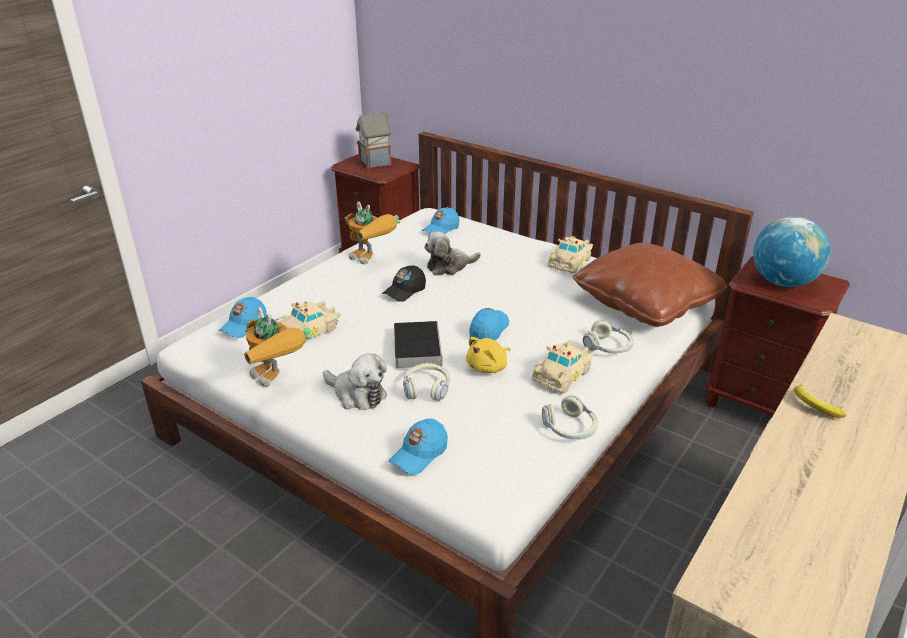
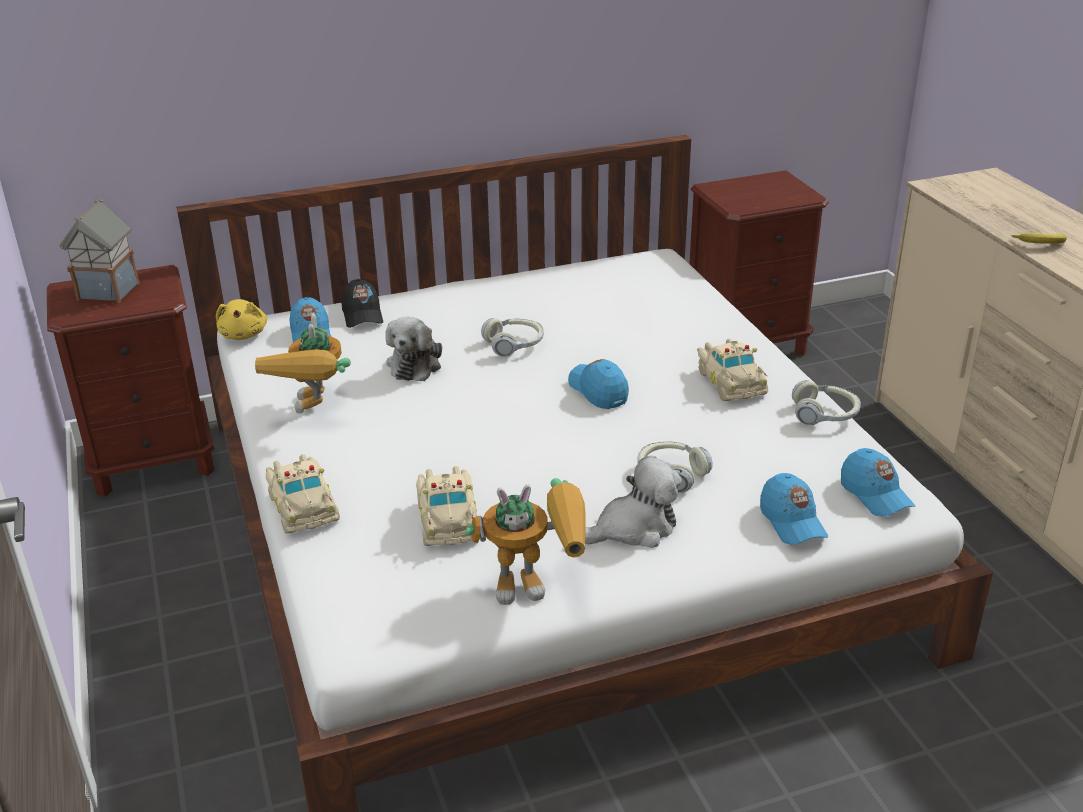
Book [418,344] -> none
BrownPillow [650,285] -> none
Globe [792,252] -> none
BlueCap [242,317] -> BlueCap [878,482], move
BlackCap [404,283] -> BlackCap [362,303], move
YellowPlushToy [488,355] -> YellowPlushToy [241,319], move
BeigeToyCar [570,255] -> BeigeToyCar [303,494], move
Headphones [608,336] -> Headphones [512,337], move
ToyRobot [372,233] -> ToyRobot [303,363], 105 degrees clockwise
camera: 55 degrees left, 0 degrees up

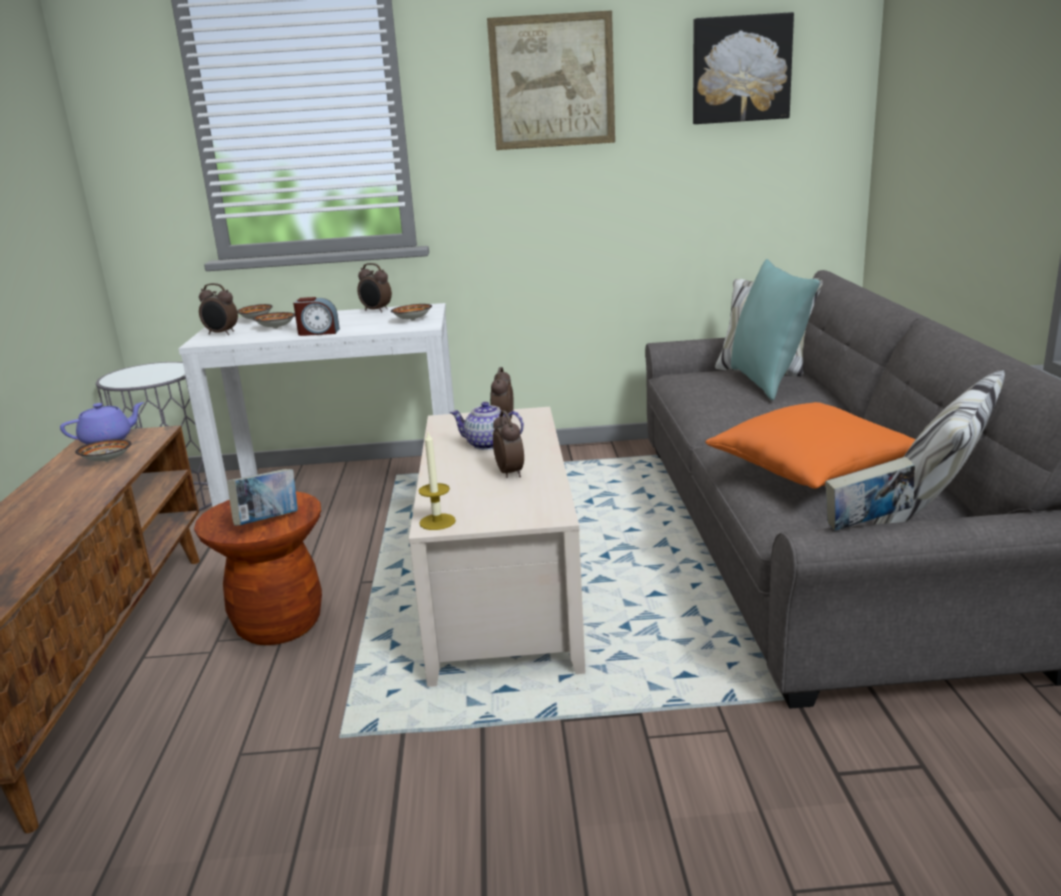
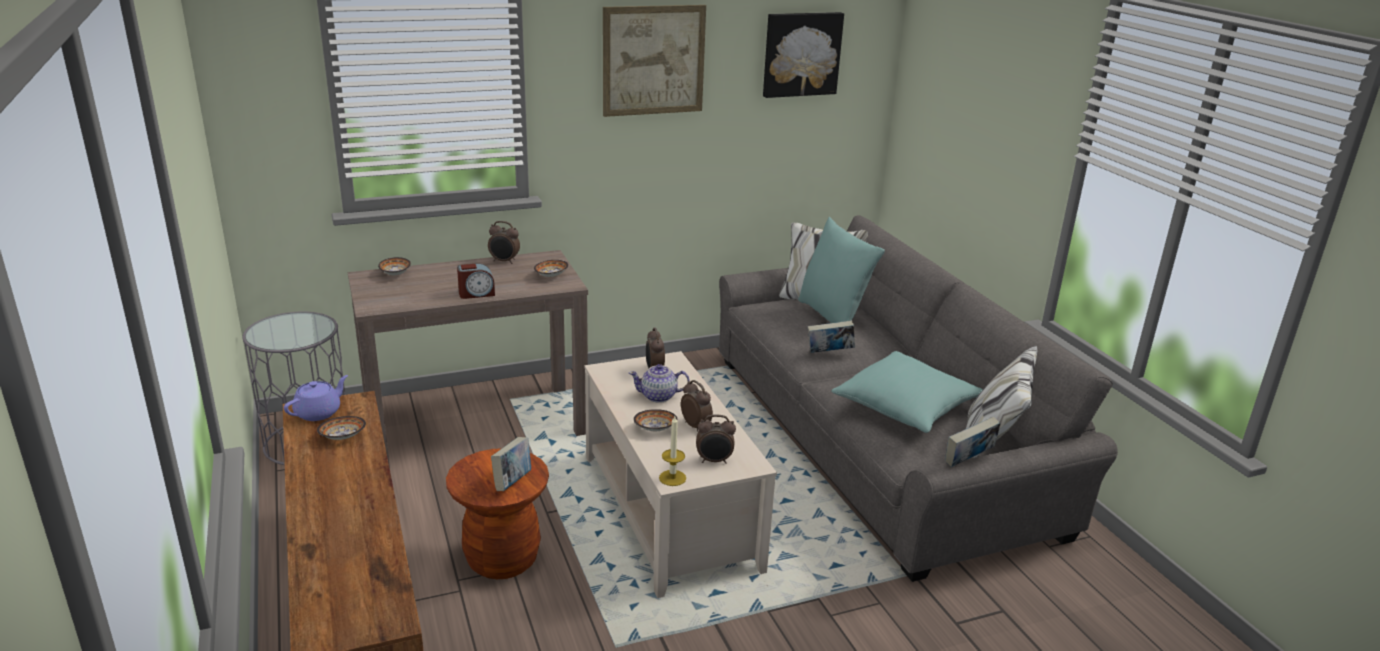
none -> Book [831,336]
AlarmClock [218,309] -> AlarmClock [716,439], move
Bowl [273,320] -> Bowl [655,420], move
WhiteConsoleTable [316,405] -> BrownConsoleTable [468,359]
OrangePillow [810,445] -> TurquoisePillow [907,392]
camera: 20 degrees left, 5 degrees up

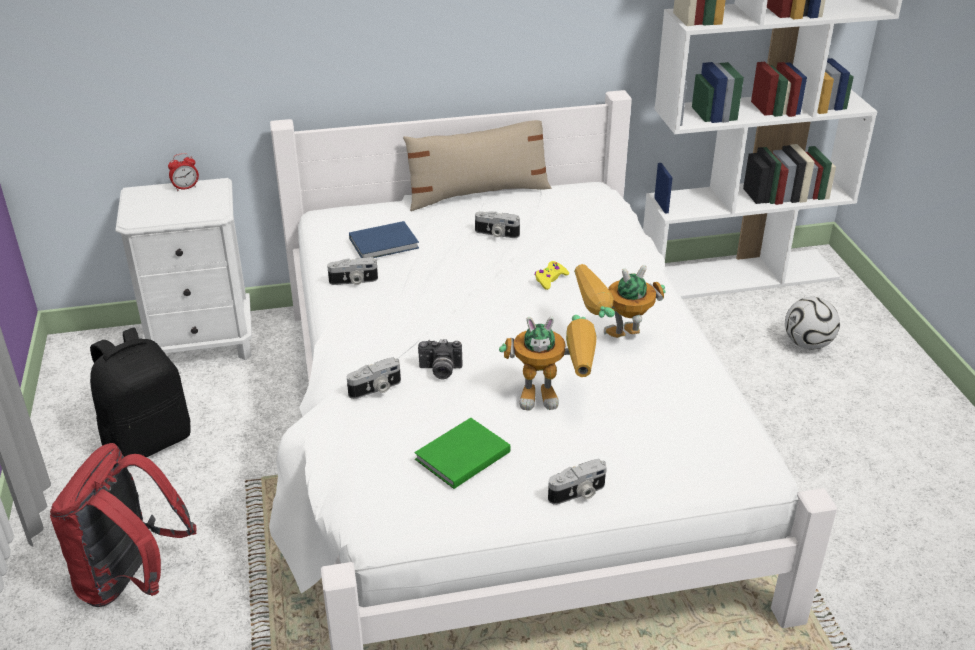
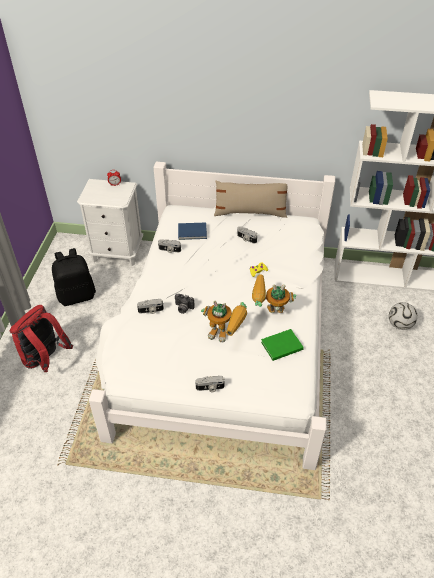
GreenBook [462,453] -> GreenBook [282,345], move
camera: 20 degrees right, 10 degrees up

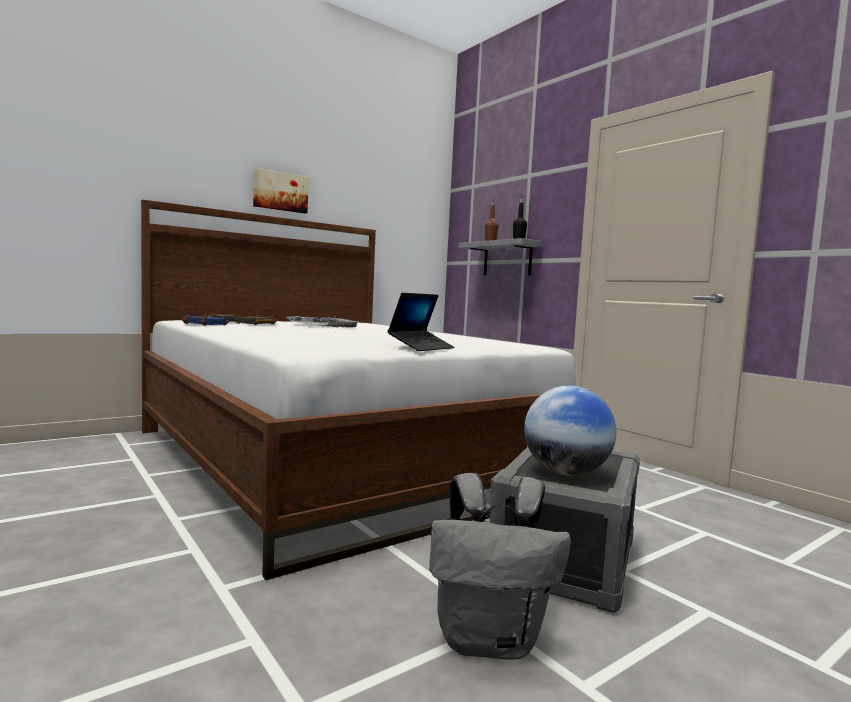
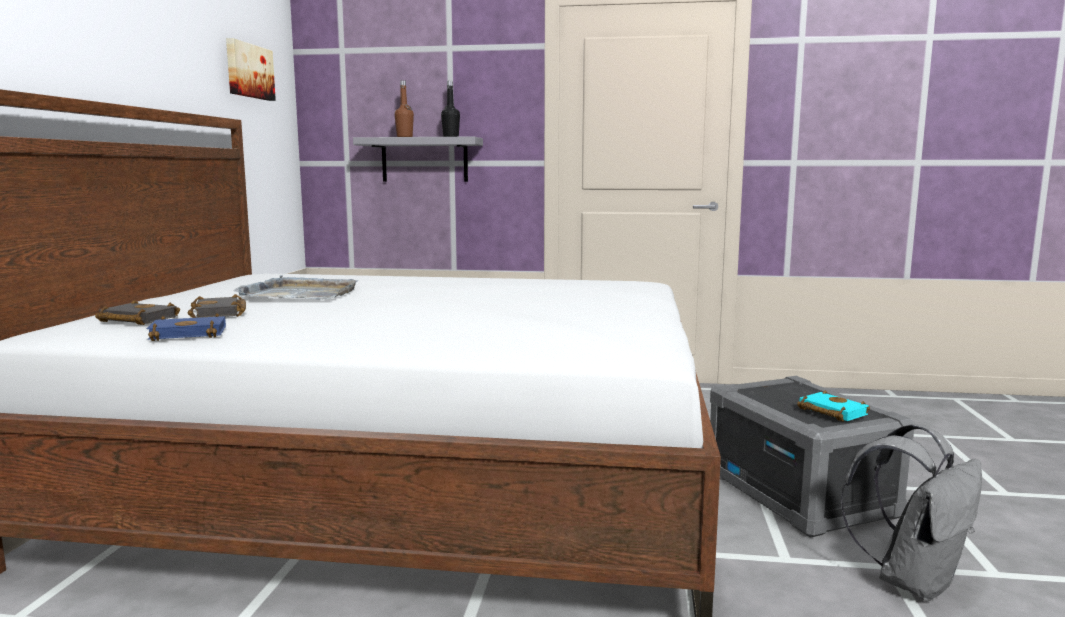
Laptop [421,322] -> none
Picture [280,191] -> Picture [251,69], move
Globe [570,431] -> TurquoiseBook [833,406]
camera: 45 degrees left, 5 degrees up

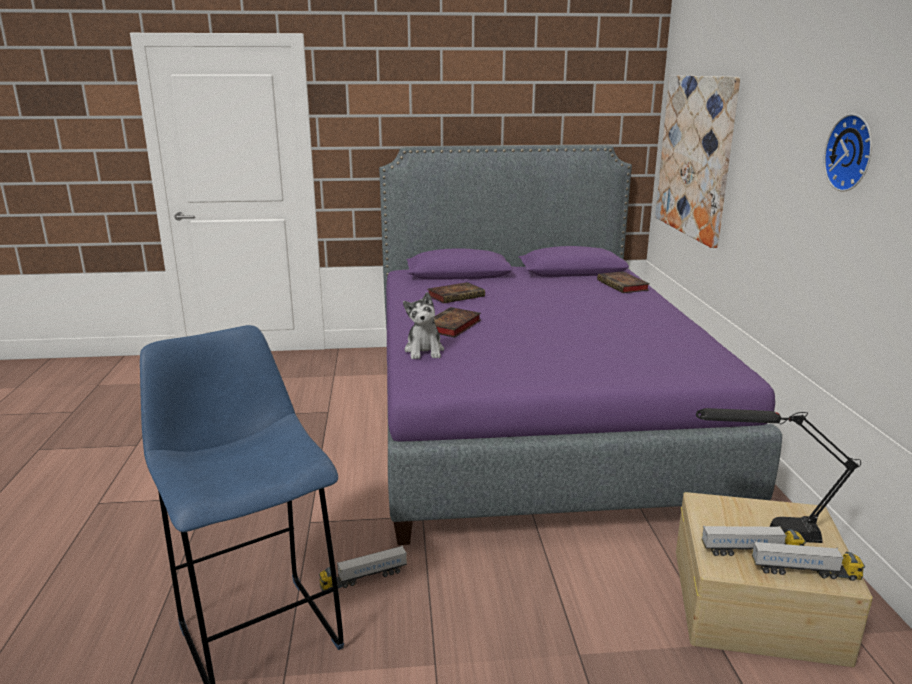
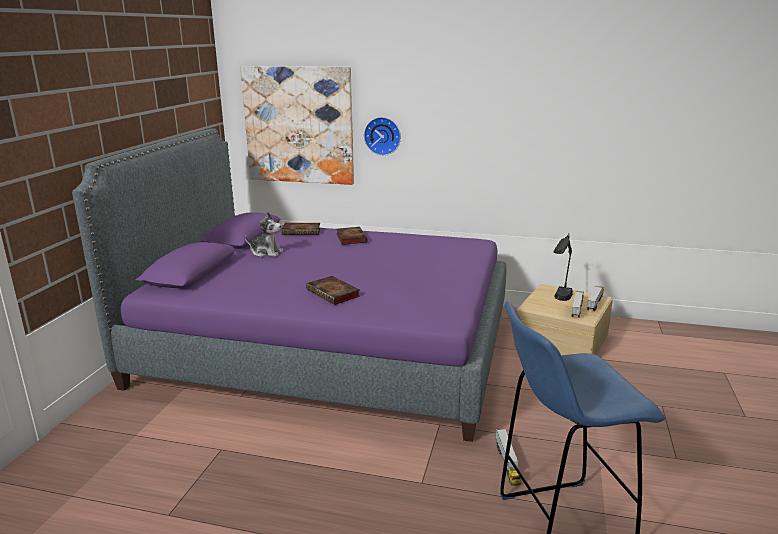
PlushToy [423,325] -> PlushToy [264,234], move
Book [456,292] -> Book [352,236], move
WallClock [848,153] -> WallClock [382,136], move
camera: 70 degrees left, 0 degrees up

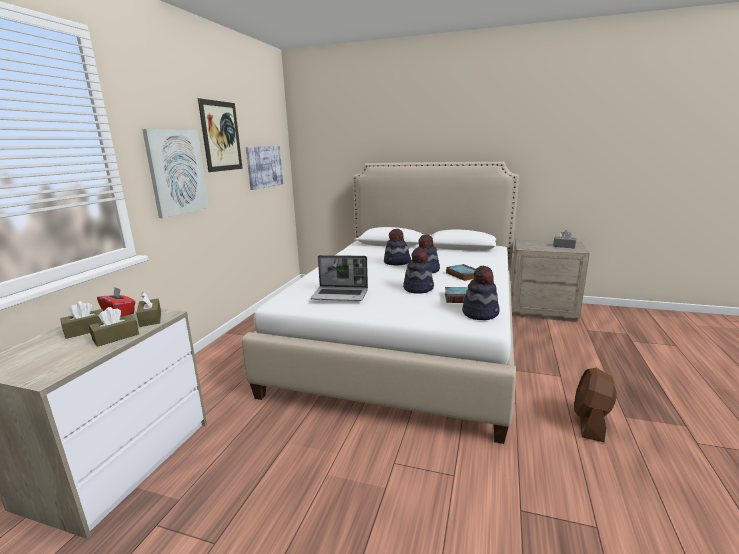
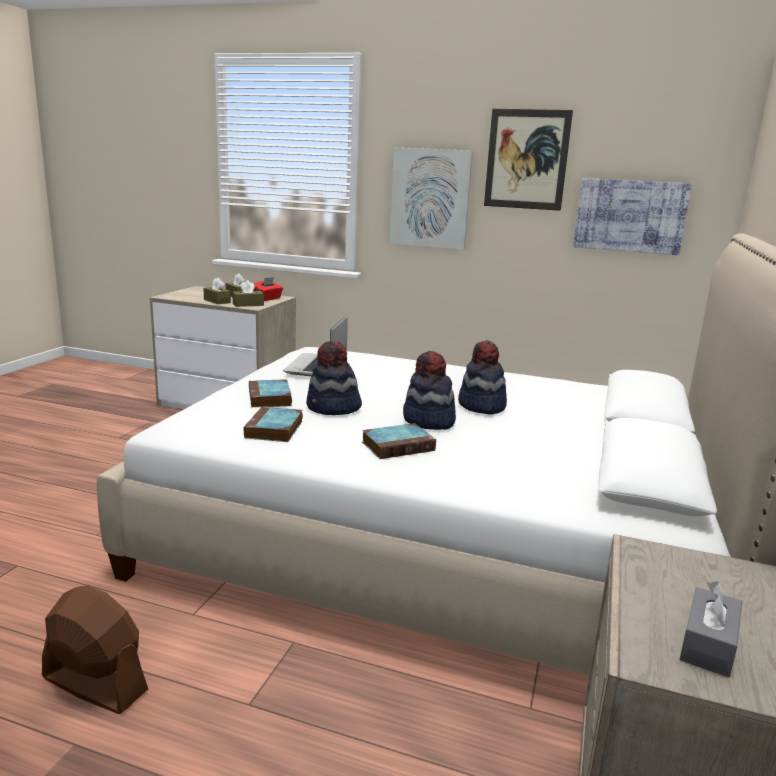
Hat [481,293] -> none
none -> Book [270,393]
camera: 90 degrees right, 0 degrees up

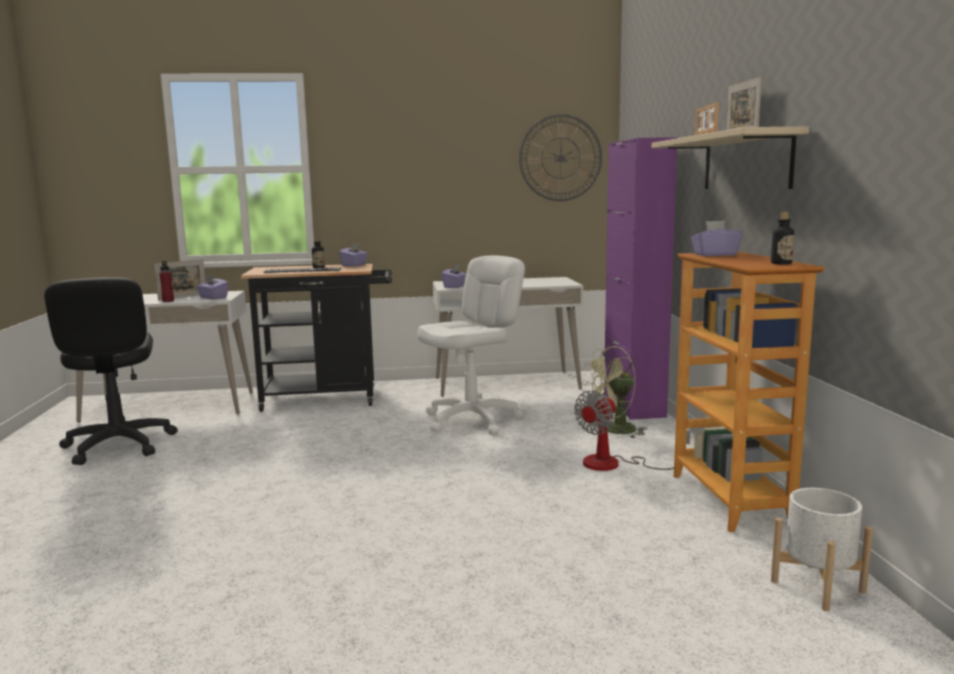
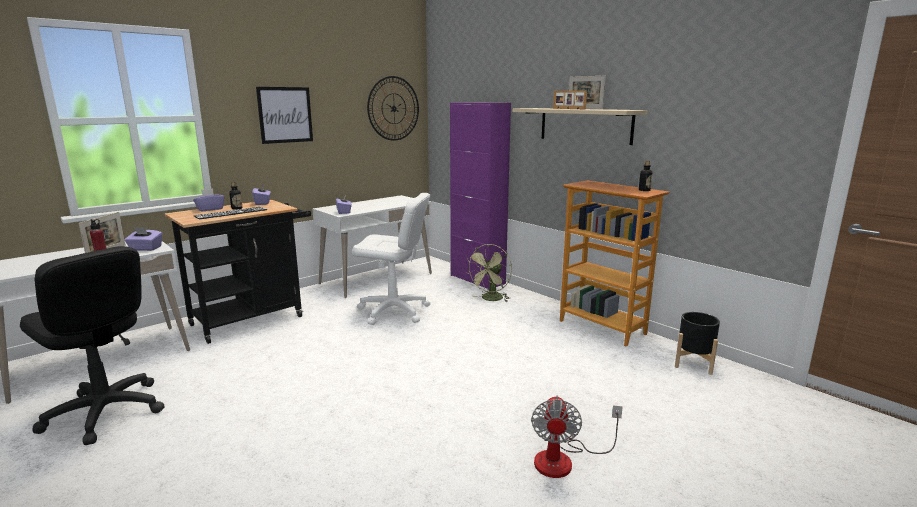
none -> Picture [284,115]
Fan [632,430] -> Fan [577,436], move
PurpleTissueBox [717,238] -> PurpleTissueBox [208,199], move
WhitePlanter [822,549] -> BlackPlanter [697,343]
WhiteOfficeChair [471,345] -> WhiteOfficeChair [391,259], 90 degrees clockwise
camera: 35 degrees left, 5 degrees up

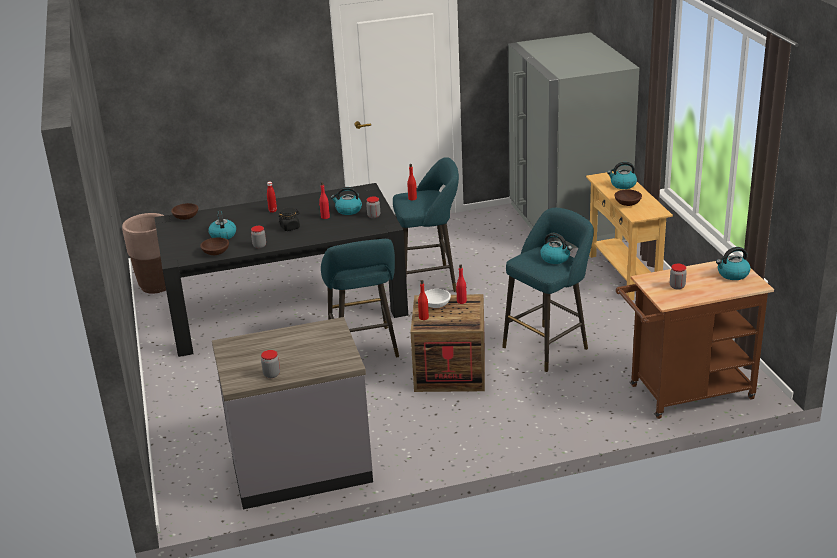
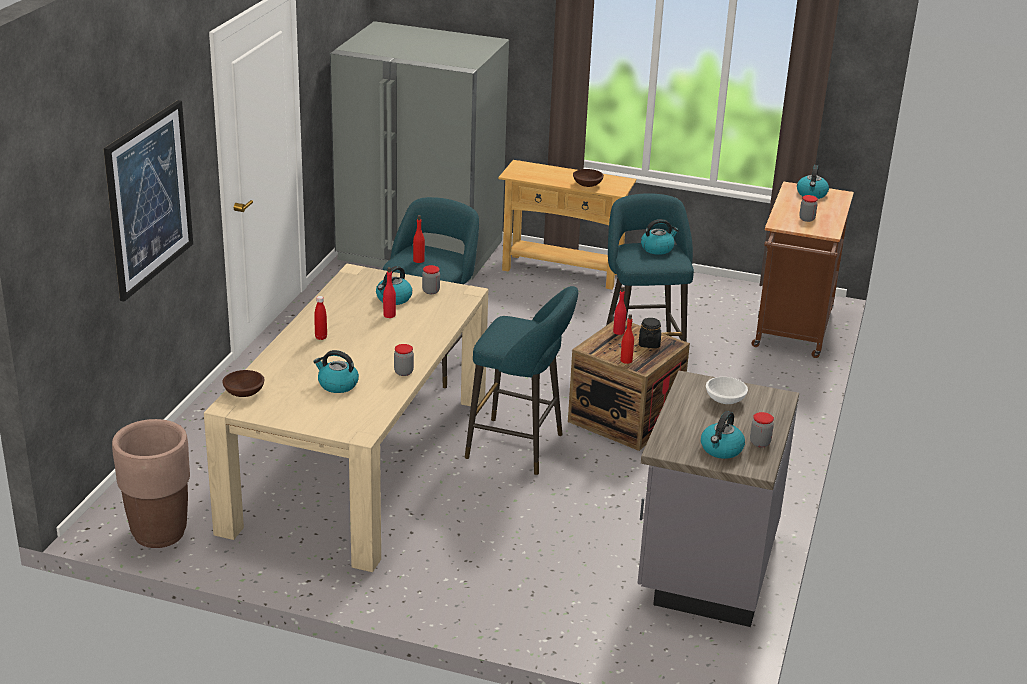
BrownBowl [214,246] -> none
none -> Picture [148,201]
BlackJar [289,219] -> BlackJar [650,333], move
WhiteBowl [438,298] -> WhiteBowl [727,390], move
Kettle [622,175] -> Kettle [723,435], move
BlackDiningTable [281,270] -> BeigeDiningTable [346,418]
camera: 60 degrees left, 0 degrees up

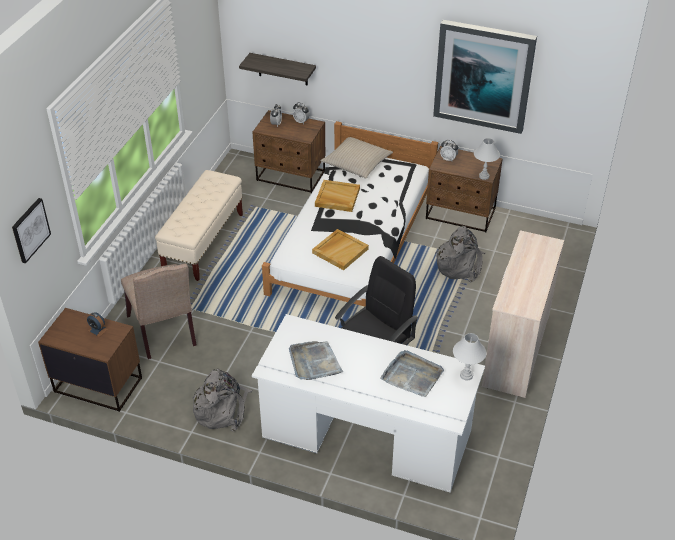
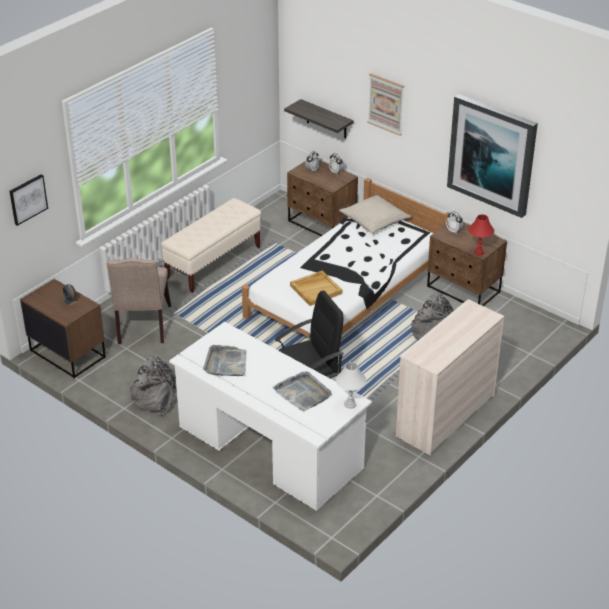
BeigeTray [337,196] -> none
none -> Picture [385,104]
WhiteTableLamp [487,159] -> RedTableLamp [481,235]
camera: 20 degrees right, 5 degrees down

